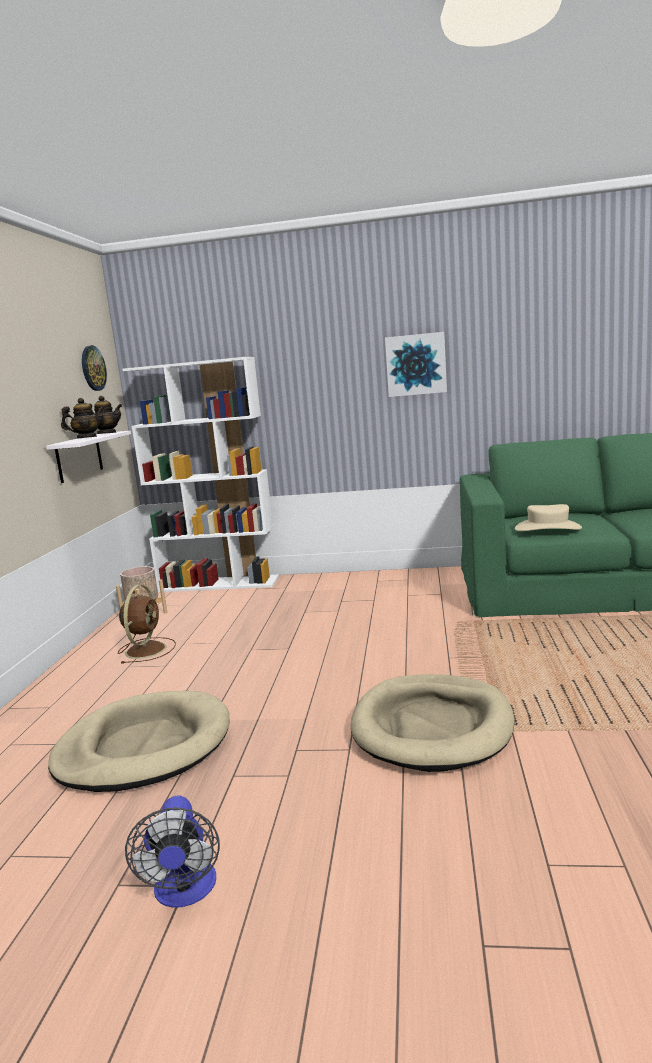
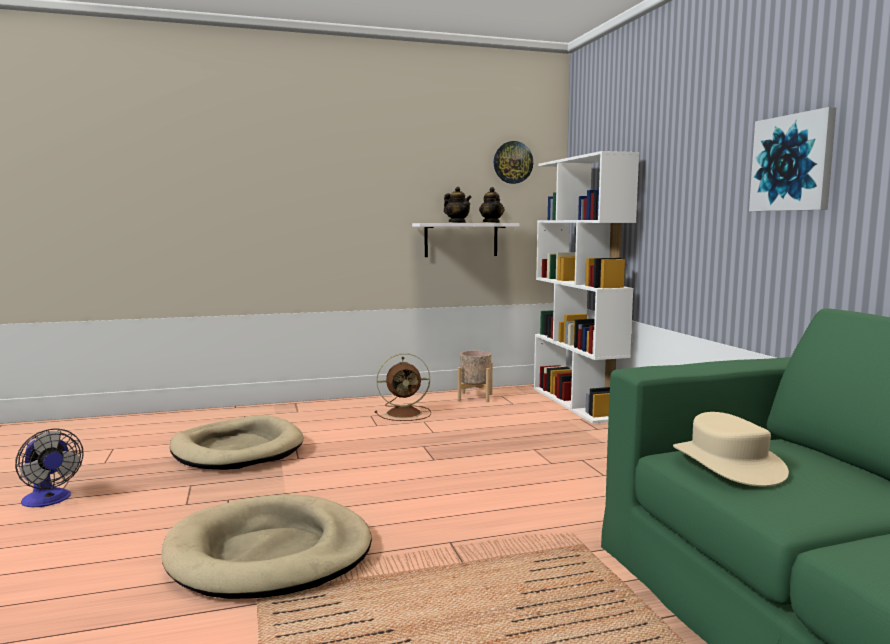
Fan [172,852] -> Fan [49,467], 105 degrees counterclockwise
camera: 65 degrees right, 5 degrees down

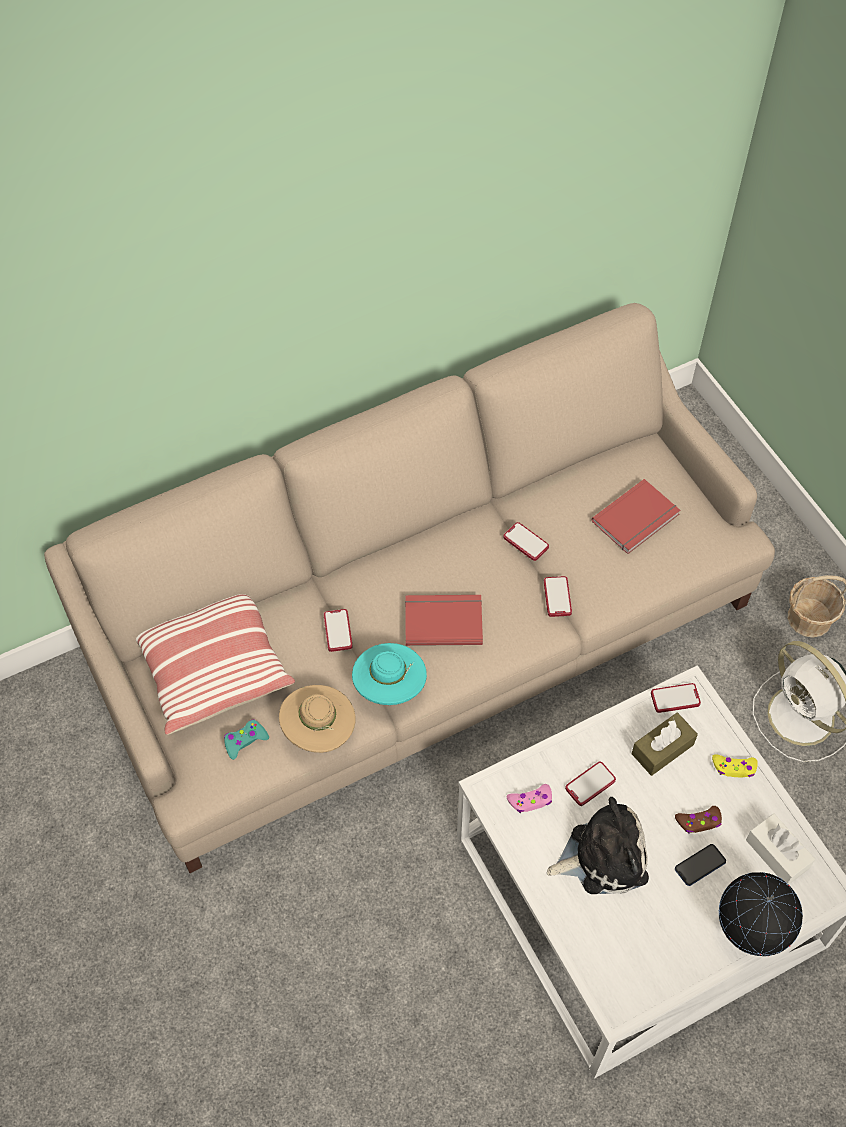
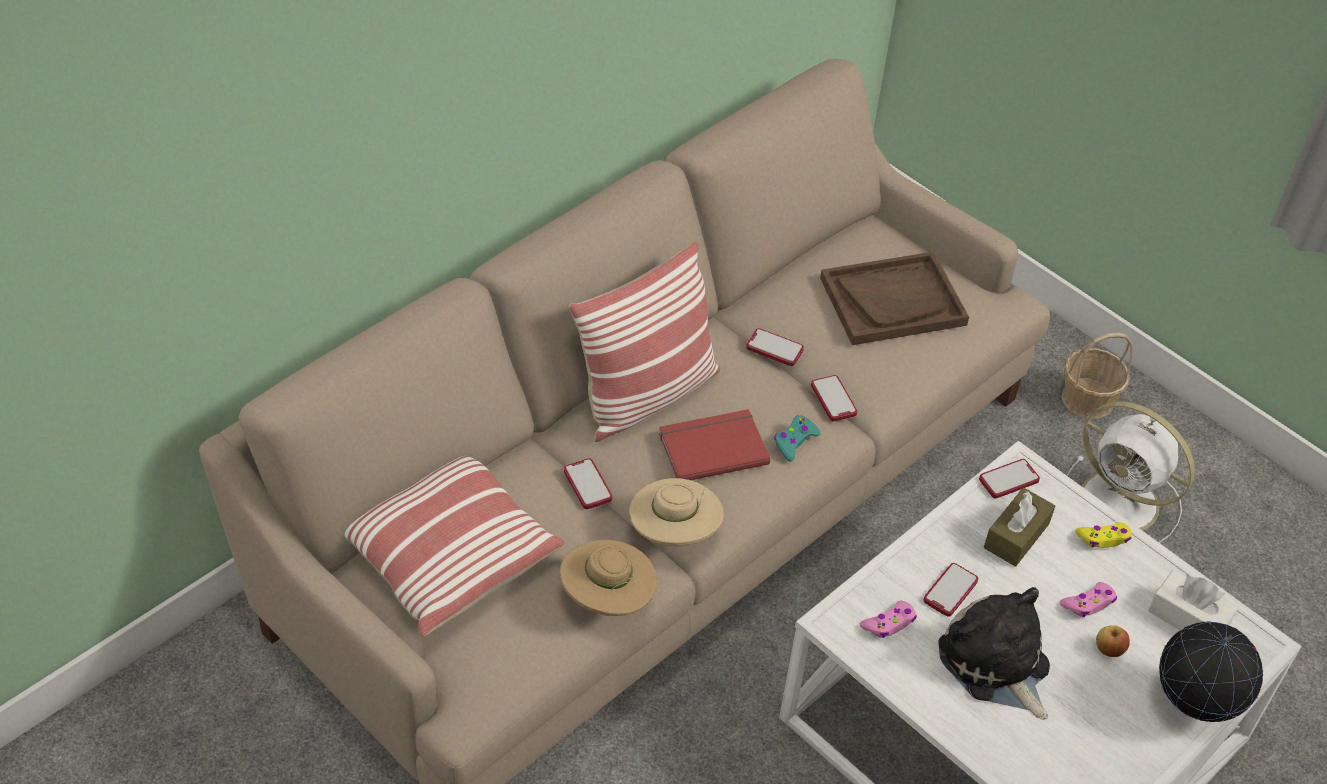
none -> Pillow [644,341]
TurquoiseGameController [246,740] -> TurquoiseGameController [797,438], move
RedBook [636,516] -> BrownTray [894,298]
Phone [700,865] -> Apple [1113,641]
TurquoiseHat [389,674] -> BeigeHat [676,512]
BrownGameController [698,819] -> PinkGameController [1088,599]
PlushToy [598,845] -> PlushToy [994,653], 90 degrees counterclockwise
camera: 20 degrees left, 10 degrees down

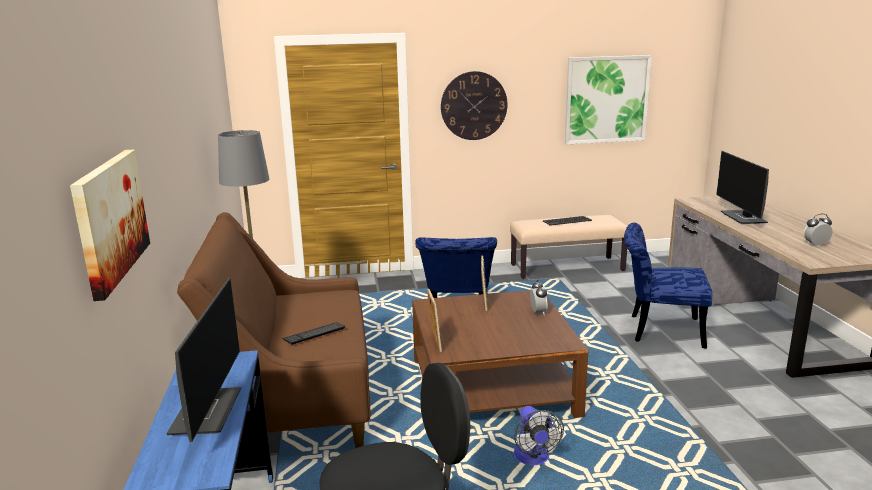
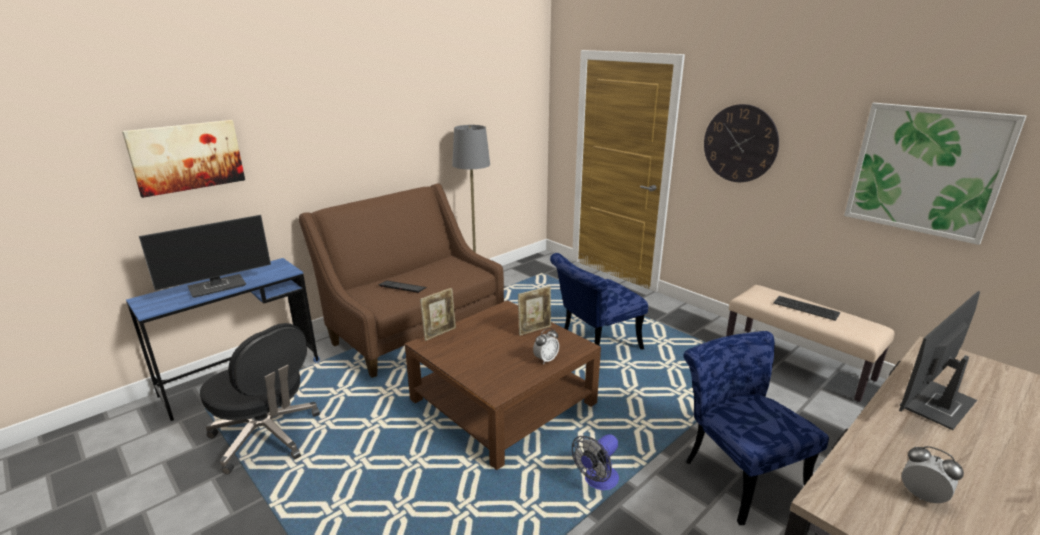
Fan [539,435] -> Fan [595,462], move
camera: 55 degrees right, 5 degrees up

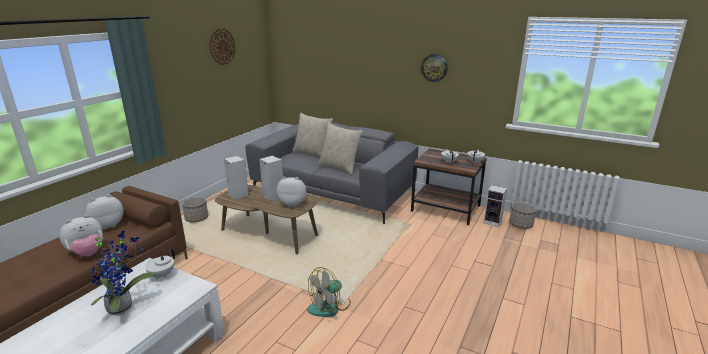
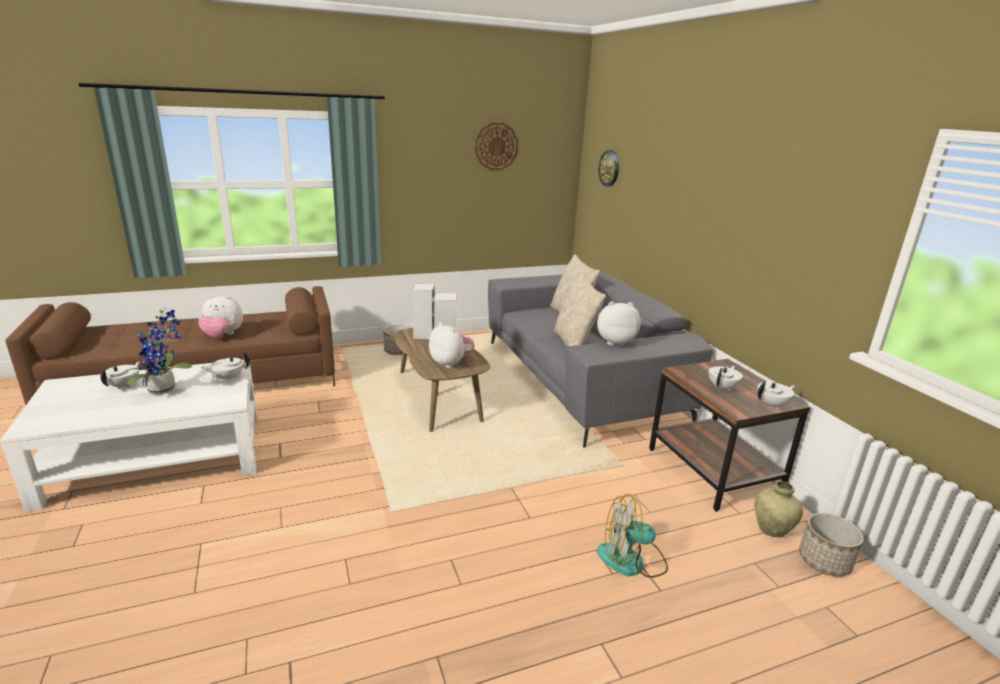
none -> WhiteTeapot [120,375]
PlushToy [104,212] -> PlushToy [619,323], move
Fan [329,292] -> Fan [632,536], move
WallClock [434,68] -> WallClock [608,168], move
Speaker [495,206] -> BeigeVase [779,509]
camera: 40 degrees right, 0 degrees up

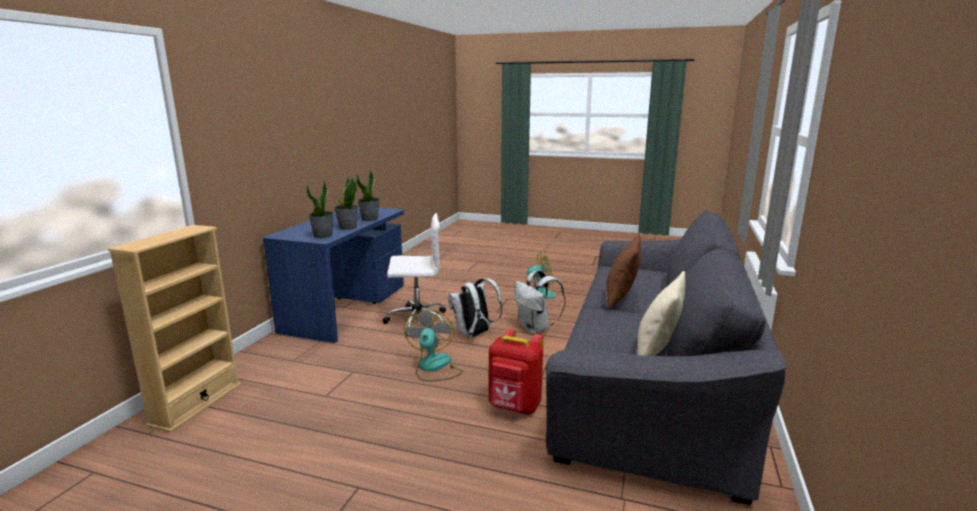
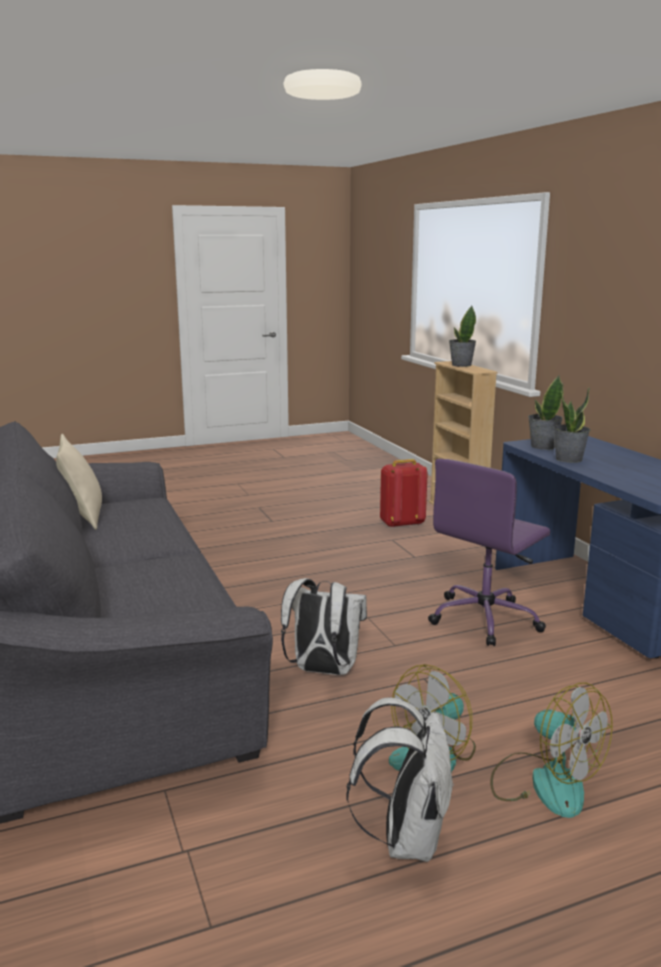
BrownPillow [623,272] -> none
PottedPlant [368,195] -> PottedPlant [462,336], move
Fan [433,345] -> Fan [551,750], move
WhiteBackpack [475,308] -> WhiteBackpack [400,779], move
RedBackpack [516,372] -> RedBackpack [404,493], move
WhiteOfficeChair [414,274] -> PurpleOfficeChair [489,552]
camera: 140 degrees right, 0 degrees up

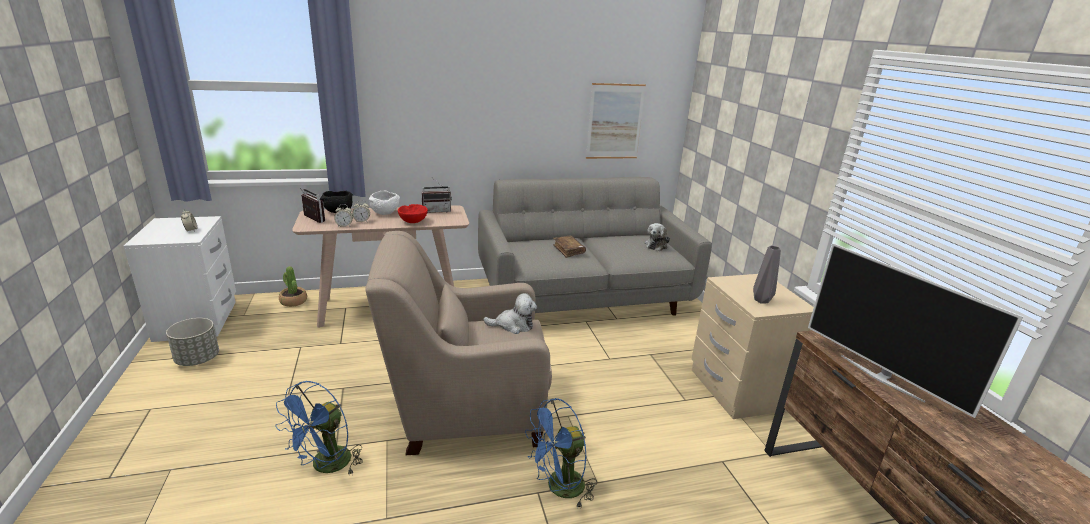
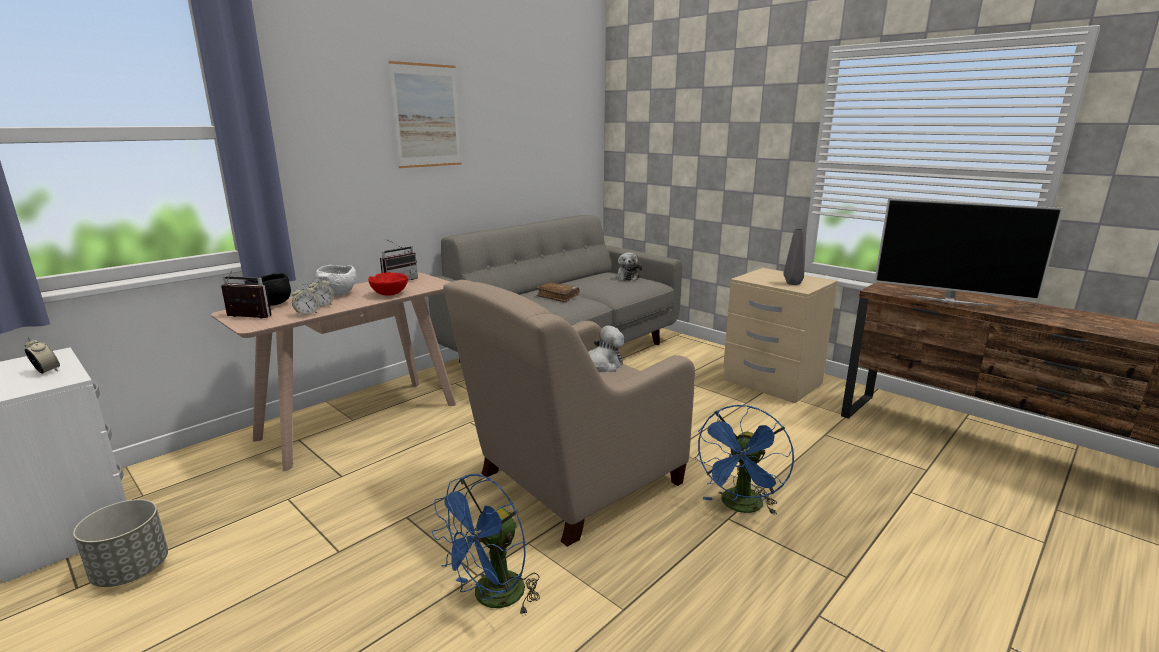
PottedPlant [293,286] -> none
Picture [616,121] -> Picture [425,114], move
BlueFan [319,428] -> BlueFan [485,545], 45 degrees clockwise
camera: 30 degrees left, 5 degrees down

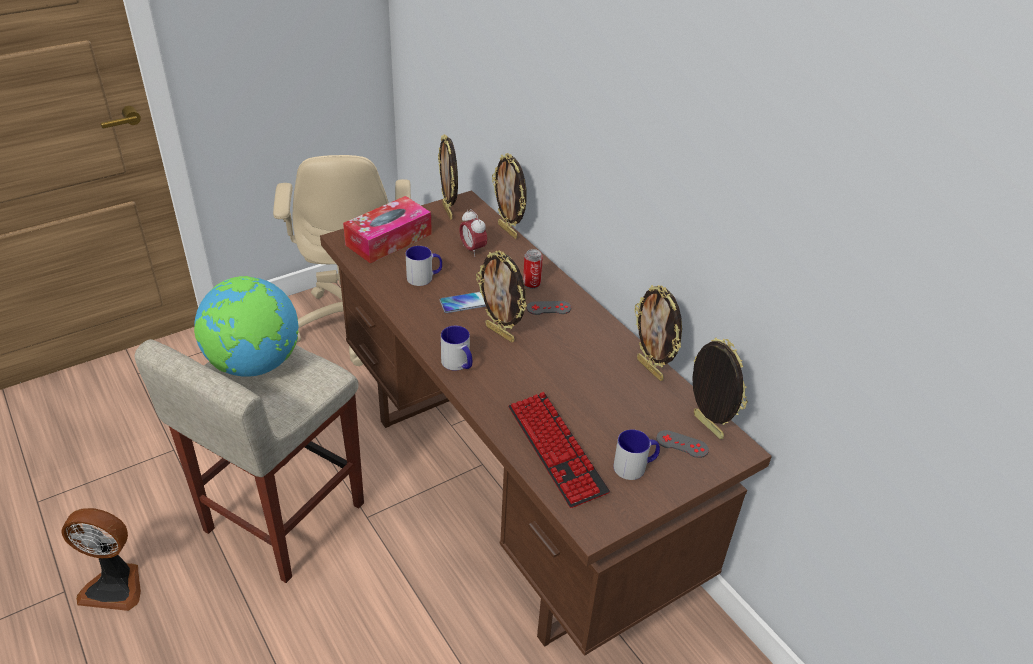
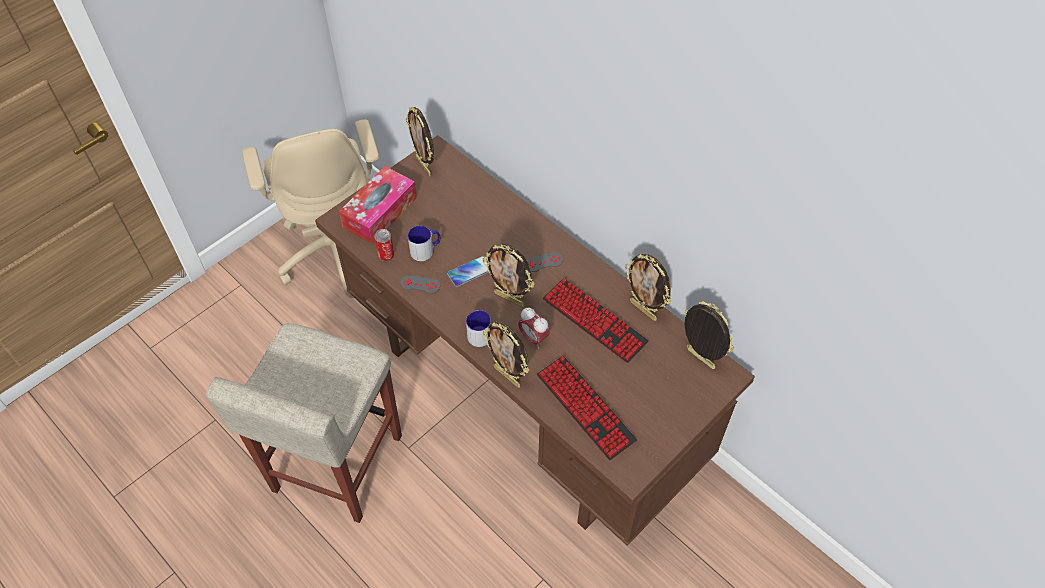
Fan [101,559] -> none
Globe [246,326] -> none
Mug [636,454] -> none
none -> Keyboard [596,320]
AlarmClock [473,233] -> AlarmClock [534,328], move
PictureFrame [509,196] -> PictureFrame [506,355], move
Can [533,269] -> Can [384,245], move
GreyGameController [682,444] -> GreyGameController [420,284], move
camera: 10 degrees left, 15 degrees up

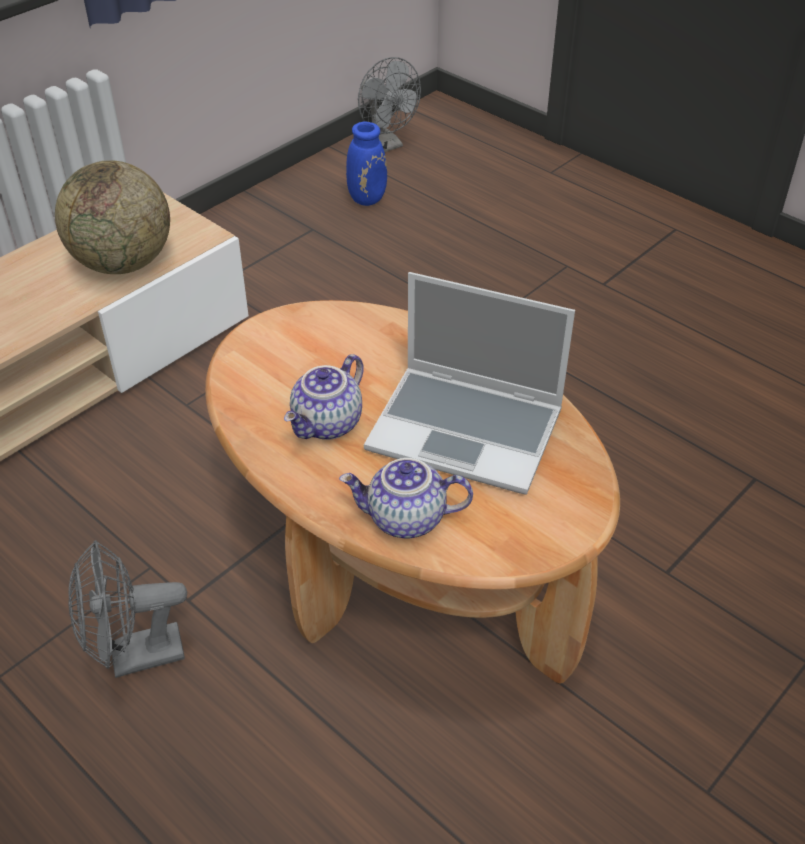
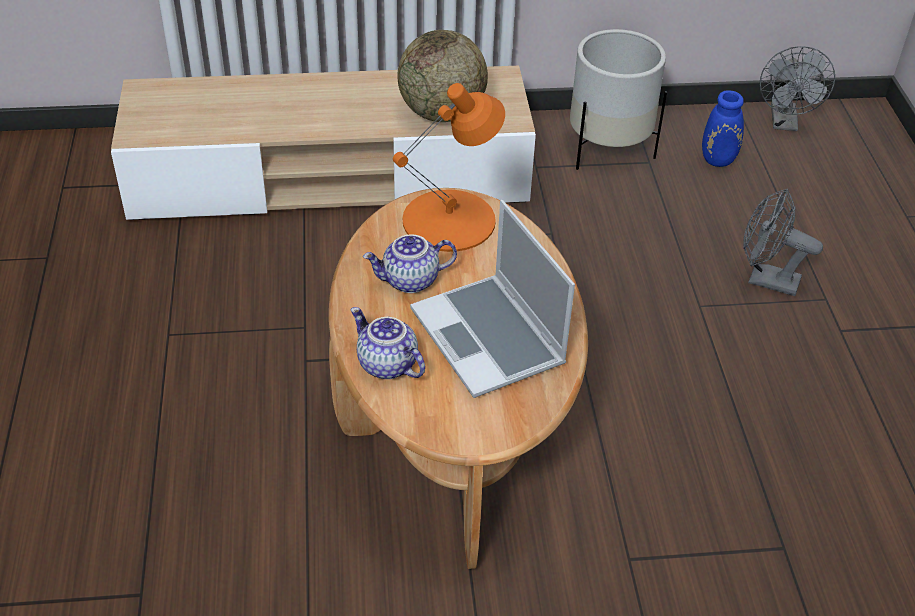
none -> OrangeTableLamp [449,167]
none -> WhitePlanter [618,99]
GreyFan [127,609] -> GreyFan [783,242], move
camera: 40 degrees right, 0 degrees up

